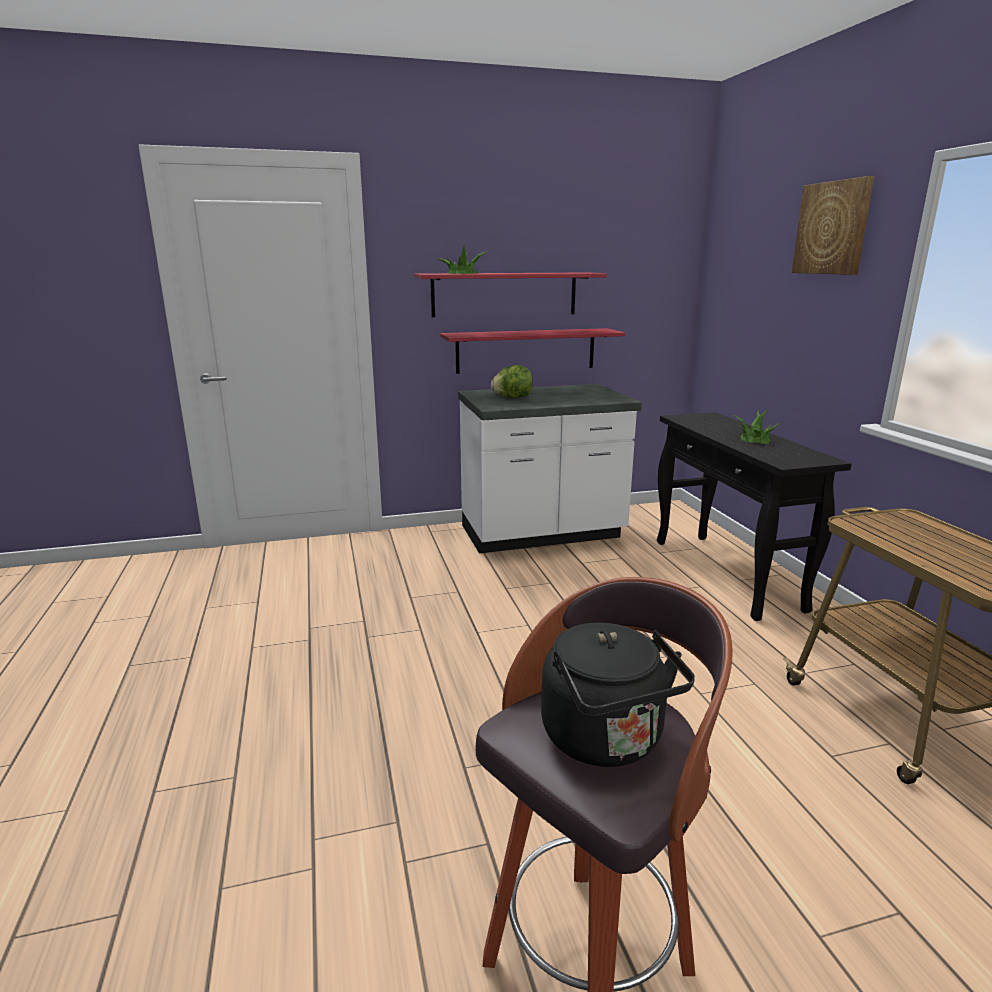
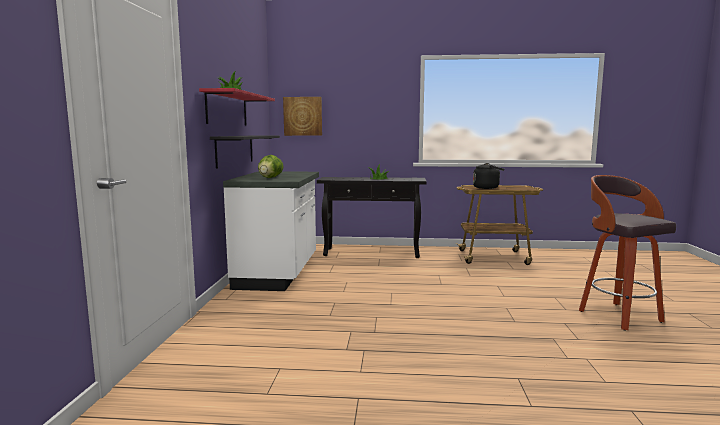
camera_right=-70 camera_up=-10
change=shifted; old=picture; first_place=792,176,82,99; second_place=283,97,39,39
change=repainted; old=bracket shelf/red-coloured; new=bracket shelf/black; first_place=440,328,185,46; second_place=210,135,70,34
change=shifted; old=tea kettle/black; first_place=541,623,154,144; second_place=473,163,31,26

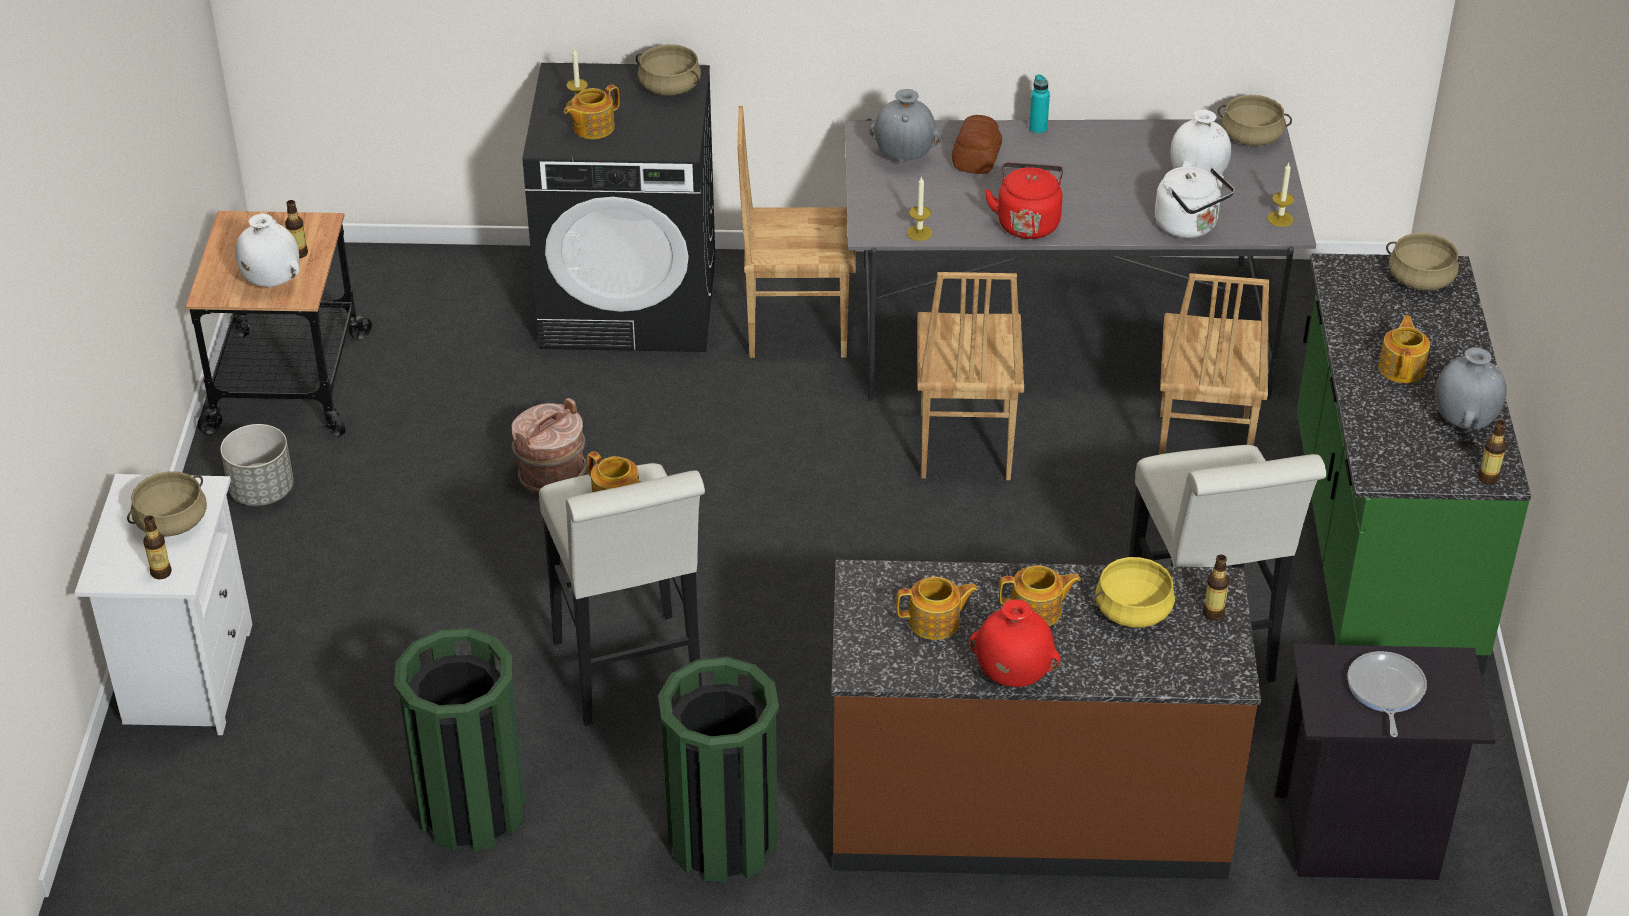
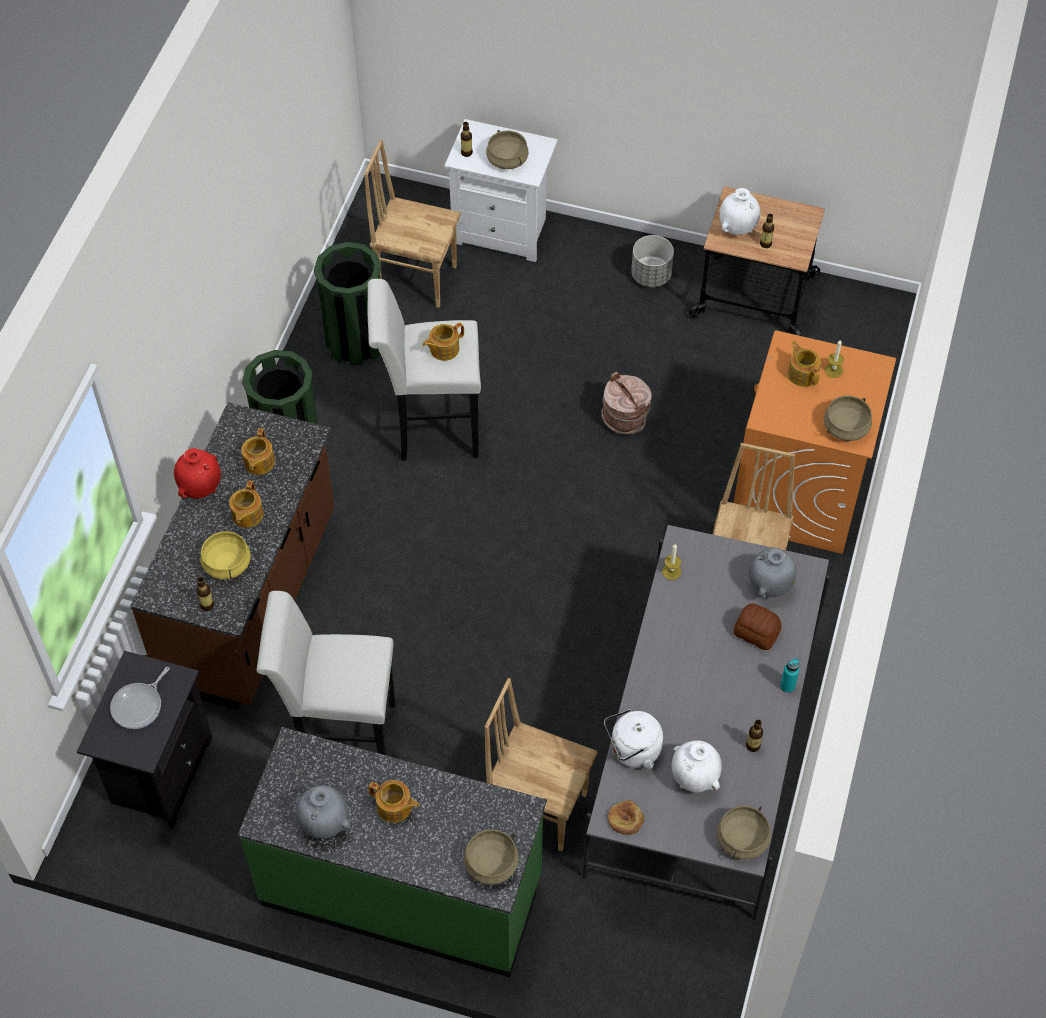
camera_right=105 camera_up=15
change=repainted; old=laundry appliance/black; new=laundry appliance/orange-coloured; first_place=522,63,193,289; second_place=734,330,162,224
change=gone; old=tea kettle/red-coloured; first_place=985,163,78,76
change=swapped; old=wax light; new=baked bread; first_place=1268,163,26,64; second_place=607,800,37,35
change=shifted; old=plain chair/brown; first_place=917,272,107,208; second_place=364,140,97,168
change=shifted; old=drink bottle; first_place=1478,420,28,65; second_place=746,720,17,32
change=rotated; old=pan; first_place=1347,651,80,86; second_place=110,667,60,62; degrees=105

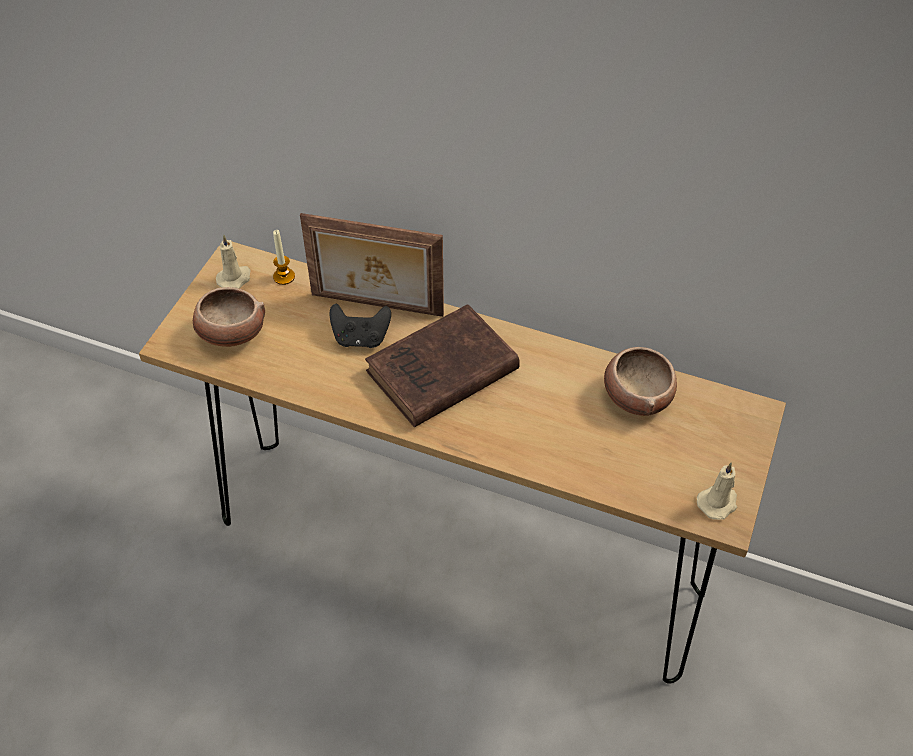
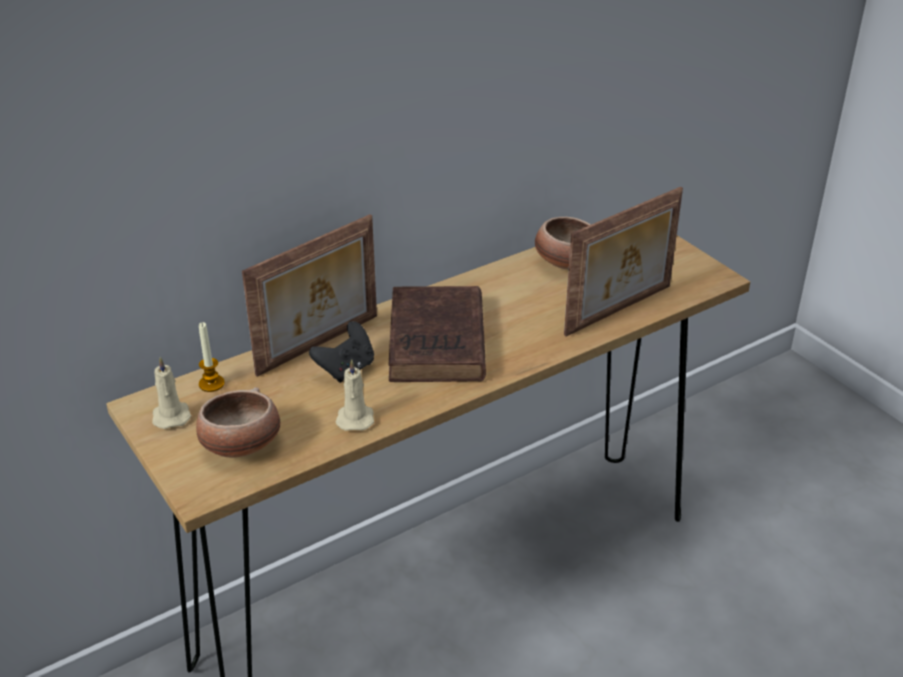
camera_right=-55 camera_up=-15
change=shifted; old=wax light/beige-coloured; first_place=697,463,40,57; second_place=336,359,38,72
change=new; new=photo frame; second_place=564,187,119,149

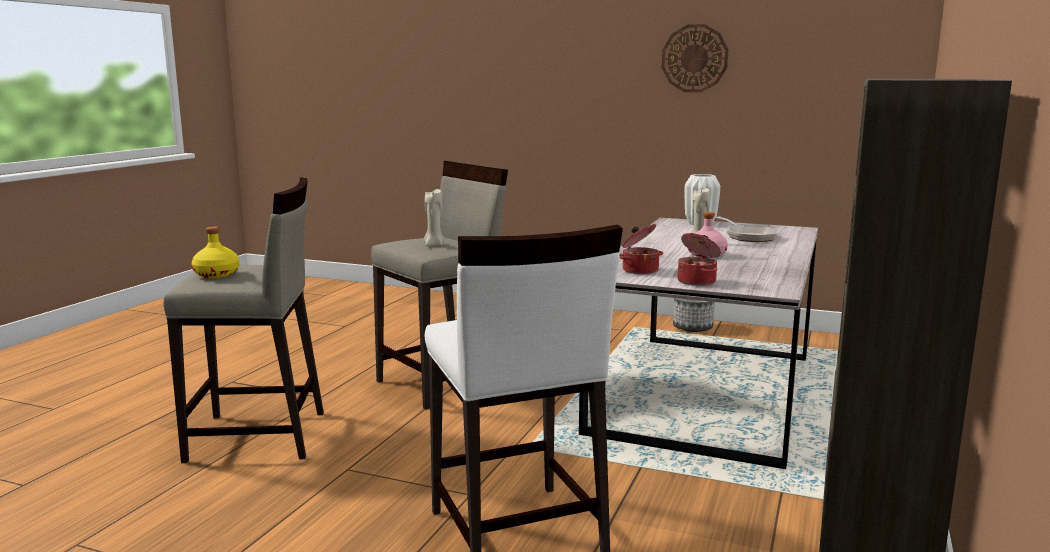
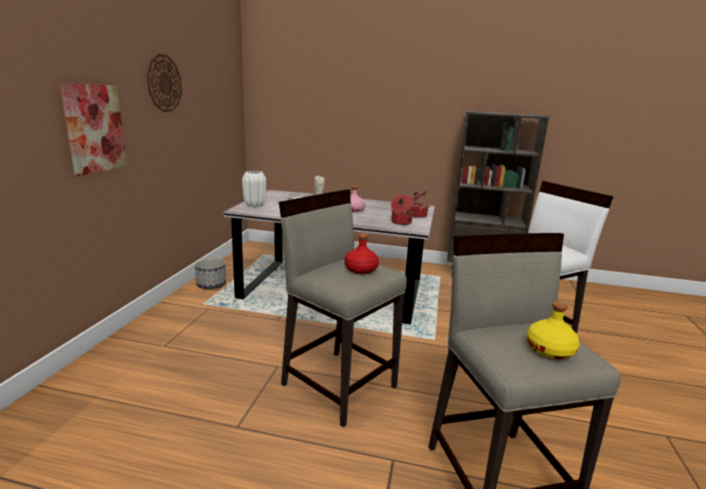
camera_right=-100 camera_up=5
change=swapped; old=wax light/beige-coloured; new=drink bottle/red-coloured; first_place=423,189,22,57; second_place=344,233,35,41
change=new; new=picture; second_place=60,83,67,93

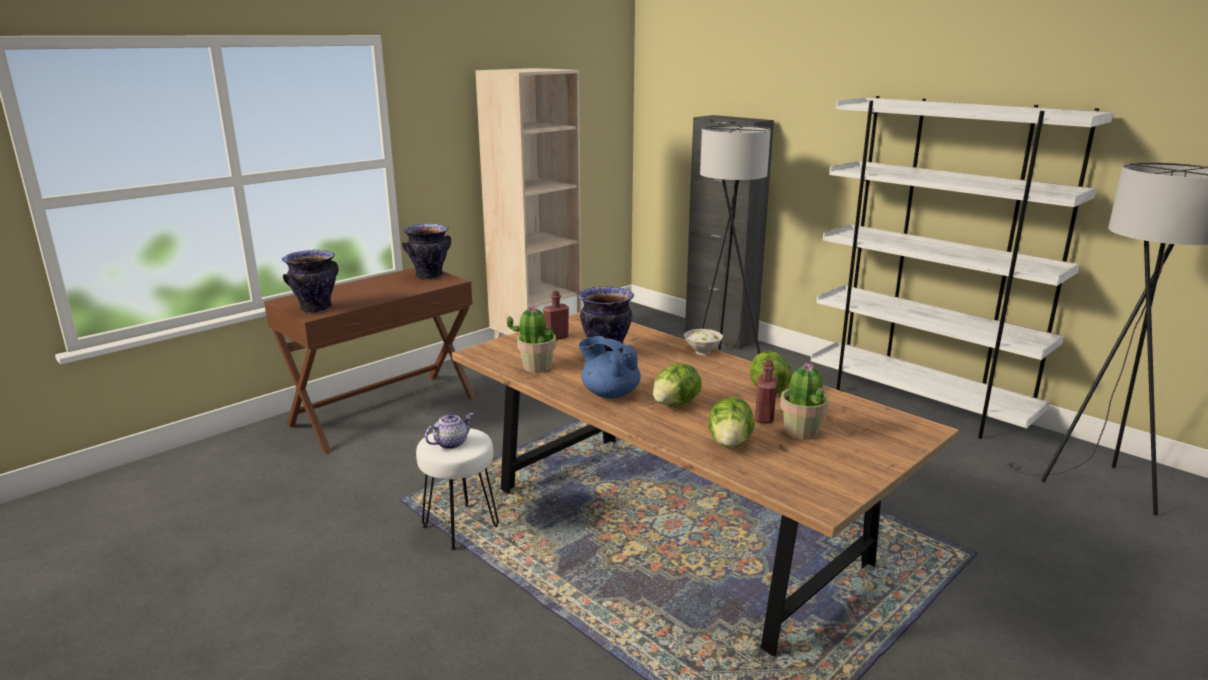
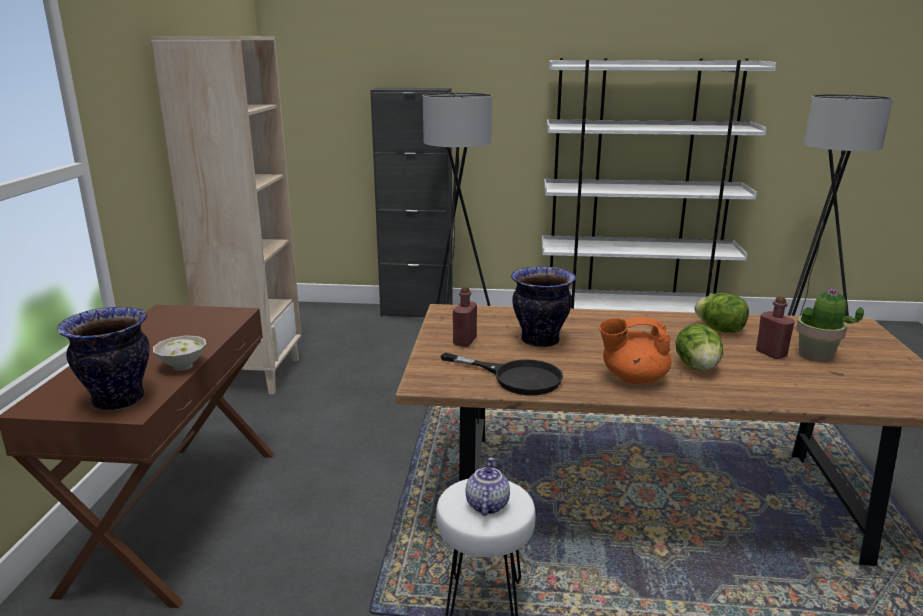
camera_right=-40 camera_up=0
change=gone; old=decorative vase; first_place=402,224,49,55
change=swapped; old=houseplant; new=pan/black; first_place=507,305,49,68; second_place=440,352,123,43
change=shifted; old=bowl/white; first_place=684,329,39,26; second_place=153,335,53,36
change=repainted; old=teapot/bluish; new=teapot/orange-coloured; first_place=579,336,62,63; second_place=599,317,72,67
change=gone; old=head of lettuce; first_place=708,397,47,50

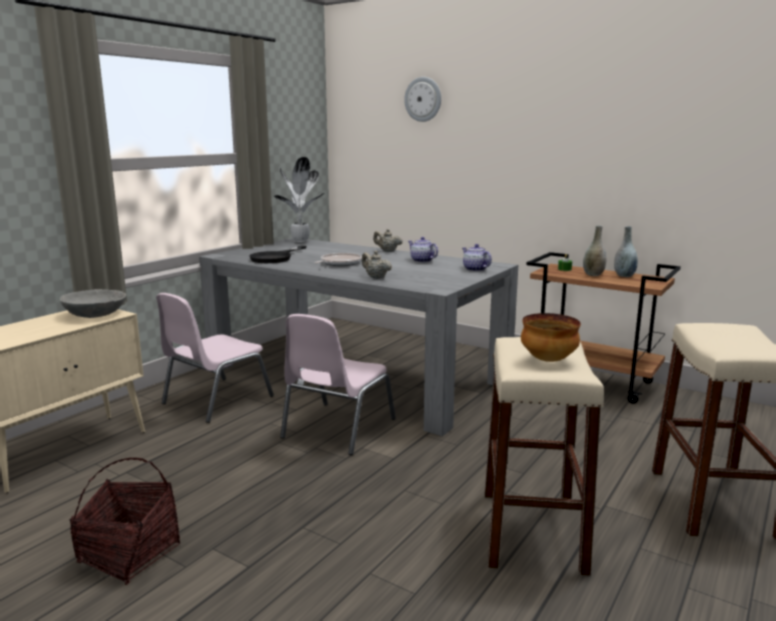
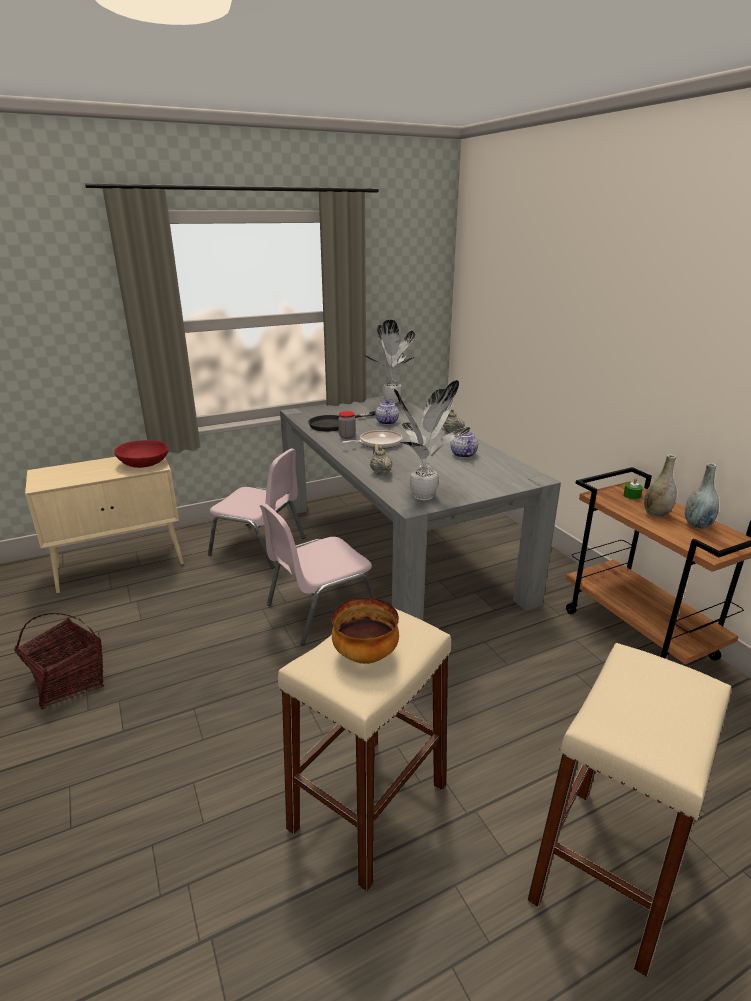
camera_right=30 camera_up=10
change=gone; old=wall clock; first_place=404,77,37,45
change=shifted; old=teapot; first_place=462,244,30,27; second_place=375,400,24,25
change=repainted; old=bowl/greyish; new=bowl/red-coloured; first_place=60,289,66,29; second_place=114,440,54,28
change=rotated; old=plain chair/pink; first_place=156,293,118,130; second_place=208,449,97,120; degrees=-135
change=new; new=houseplant; second_place=394,380,76,120
change=new; new=preserve jar; second_place=338,411,18,28

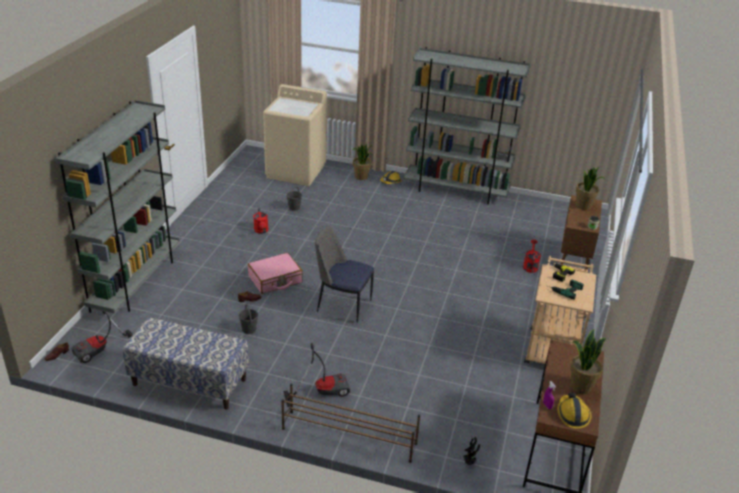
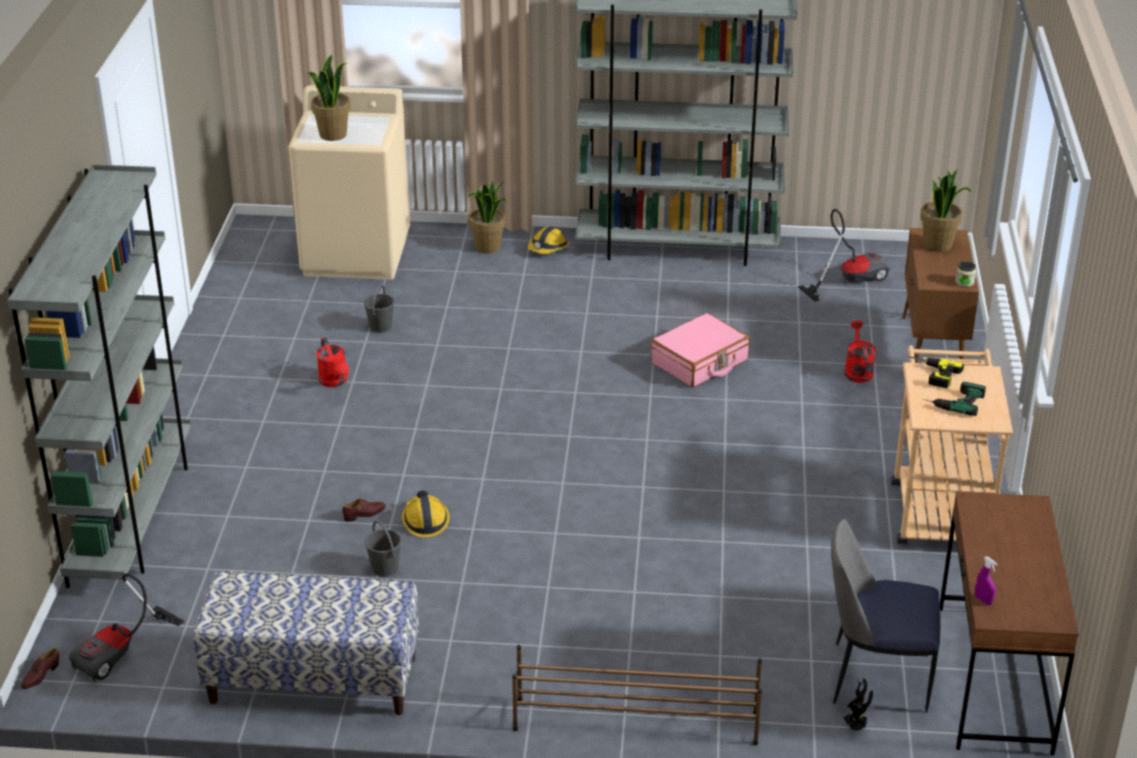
camera_right=-10 camera_up=0
change=shifted; old=plain chair; first_place=315,226,59,97; second_place=831,519,109,194
change=shifted; old=piece of luggage/pink; first_place=247,253,56,41; second_place=651,313,99,74
change=shifted; old=houseplant; first_place=570,329,36,65; second_place=307,55,44,86
change=shifted; old=vacuum; first_place=283,343,67,64; second_place=798,209,92,93
change=shifted; old=work helmet; first_place=557,392,35,37; second_place=402,490,48,47

